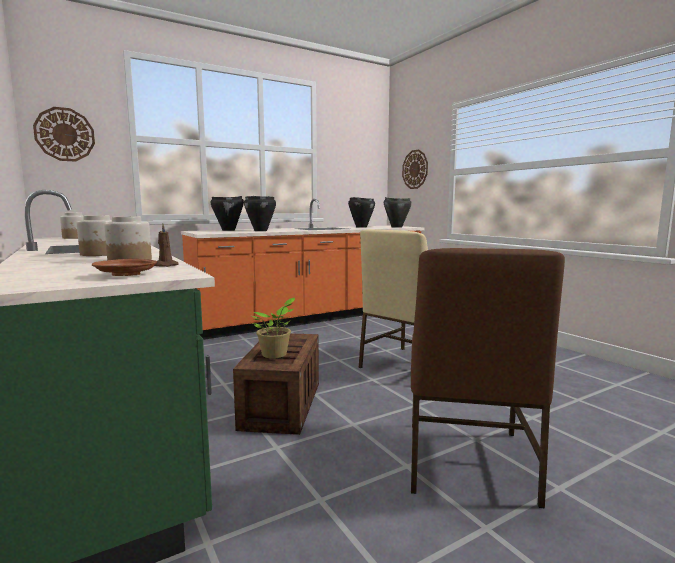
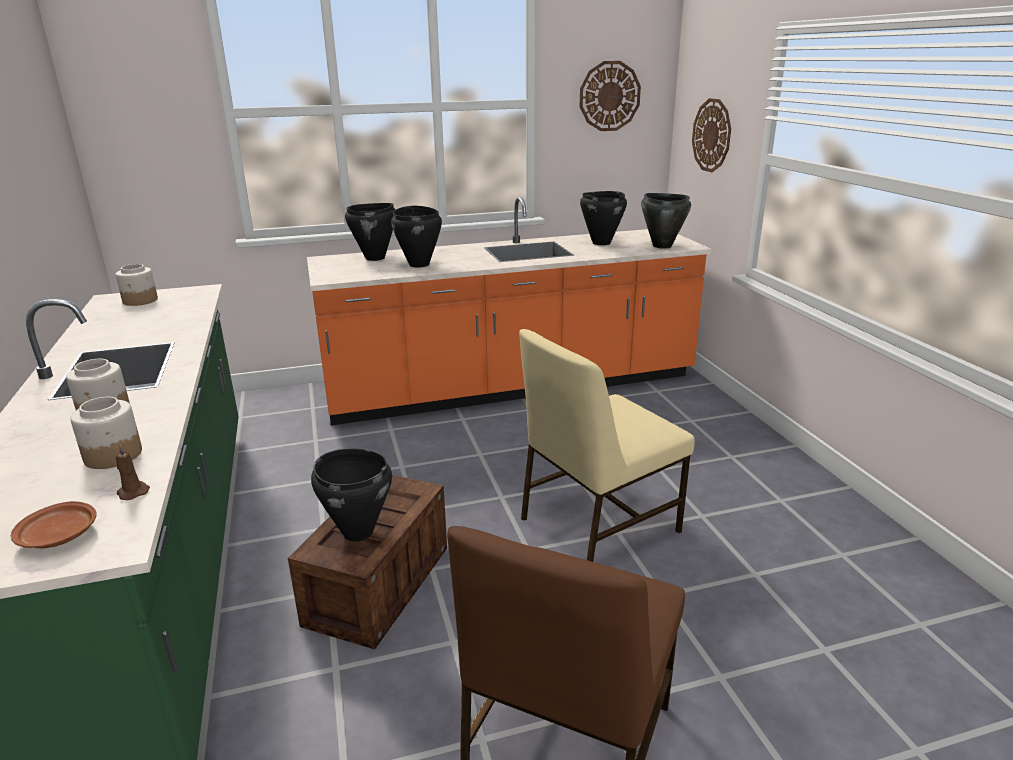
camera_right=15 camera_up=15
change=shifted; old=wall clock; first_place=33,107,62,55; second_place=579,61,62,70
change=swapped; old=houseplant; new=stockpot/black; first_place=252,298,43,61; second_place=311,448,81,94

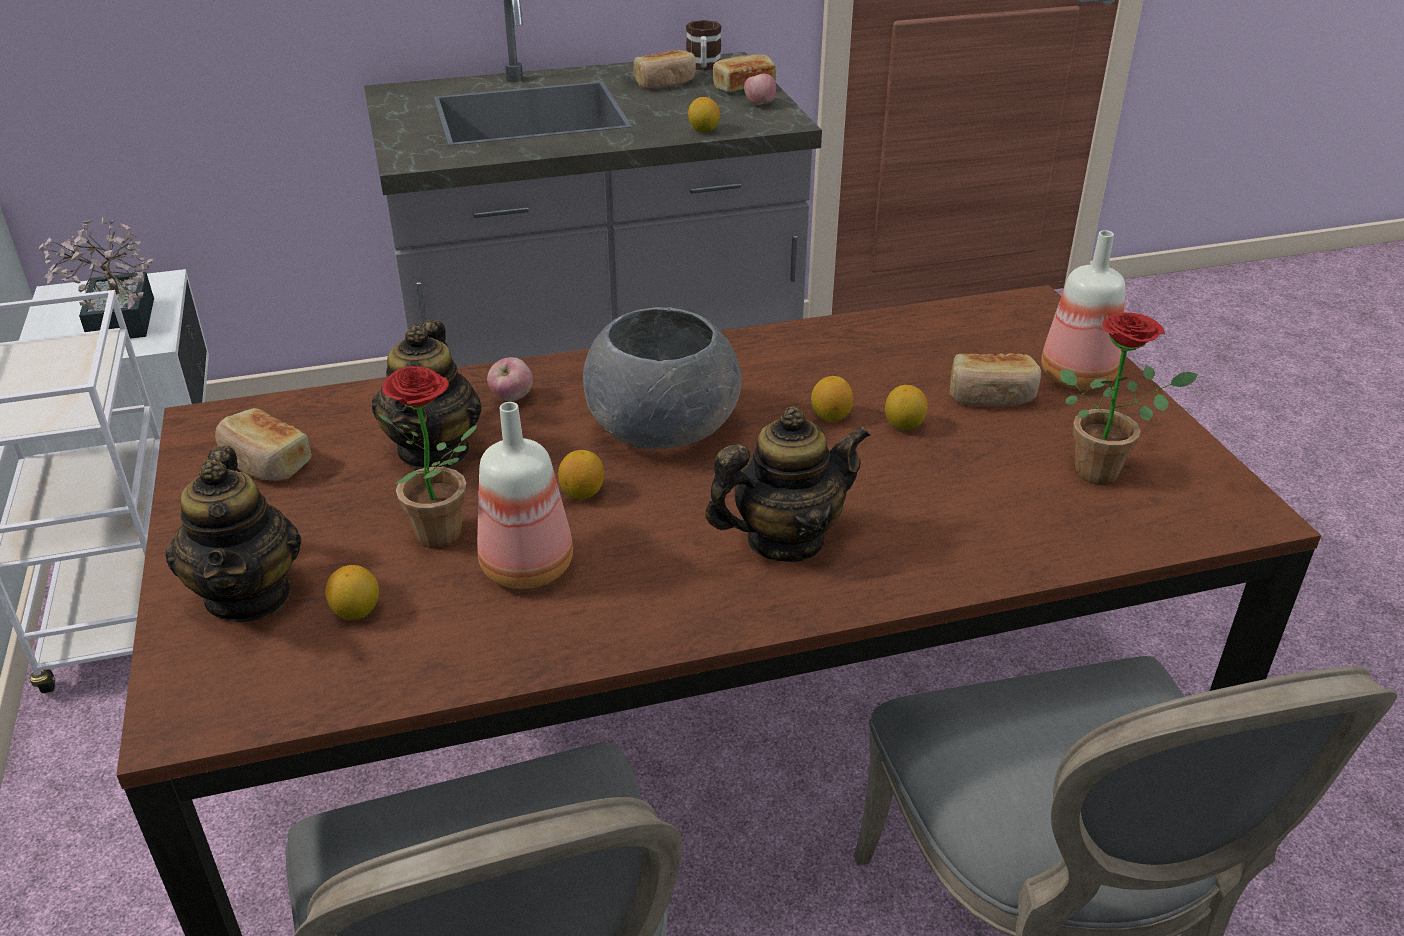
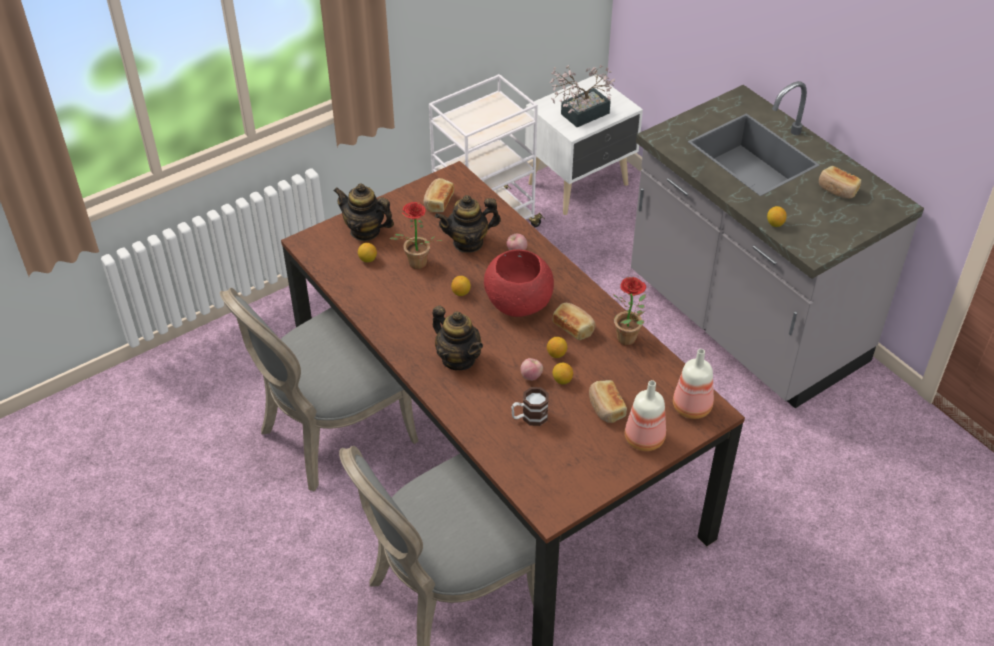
camera_right=70 camera_up=10
change=shifted; old=coffee mug; first_place=686,20,36,51; second_place=511,387,38,39
change=shifted; old=baked bread; first_place=713,54,63,38; second_place=553,303,43,37
change=shifted; old=apple fruit; first_place=744,73,32,32; second_place=520,358,23,23
change=repainted; old=bowl/greyish; new=bowl/red-coloured; first_place=583,307,159,142; second_place=484,249,70,68
change=shifted; old=houseplant; first_place=1060,313,138,172; second_place=613,277,33,69
change=shifted; old=drink bottle; first_place=477,402,96,187; second_place=673,349,41,70
change=rotated; old=teapot; first_place=165,446,136,176; second_place=334,183,60,58; degrees=60

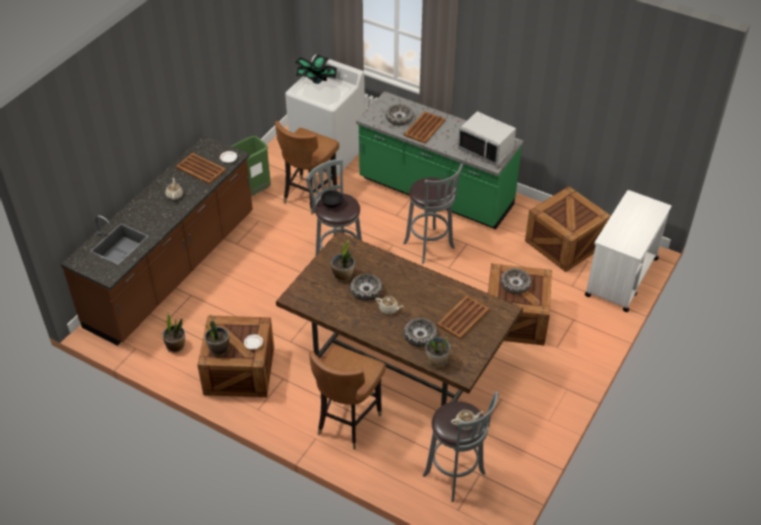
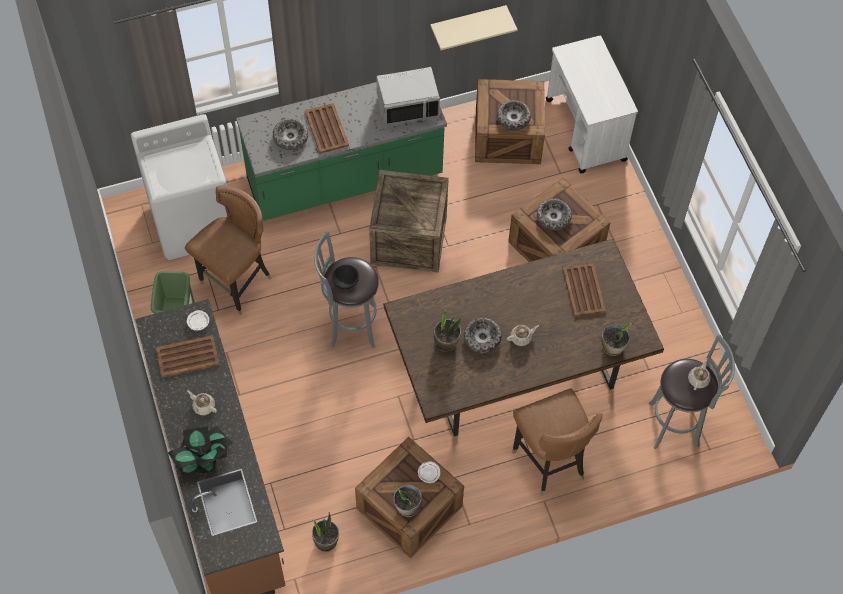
camera_right=-50 camera_up=15
change=shifted; old=houseplant; first_place=295,54,42,30; second_place=168,426,65,54
change=rotated; old=plain chair/brown; first_place=275,121,64,93; second_place=185,186,87,130; degrees=-120
change=swapped; old=stool seat/greyish; new=shipping crate; first_place=403,163,60,101; second_place=369,170,80,102
change=shifted; old=bowl; first_place=403,318,34,29; second_place=497,100,34,30
change=new; new=bracket shelf/beige-coloured; second_place=430,5,88,45

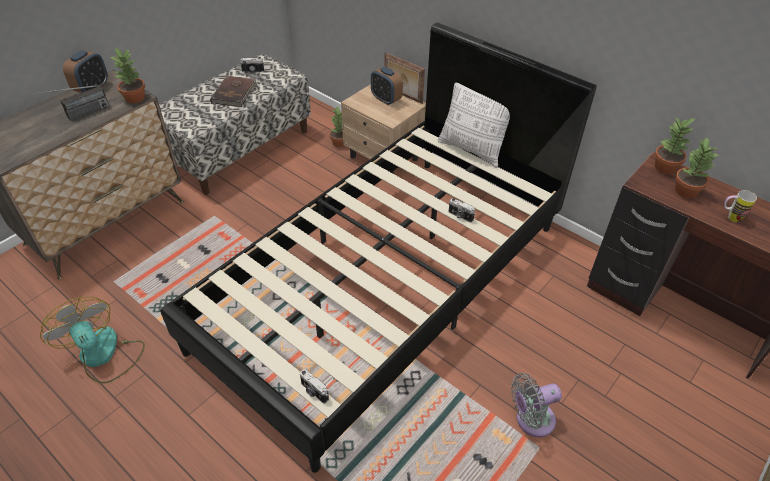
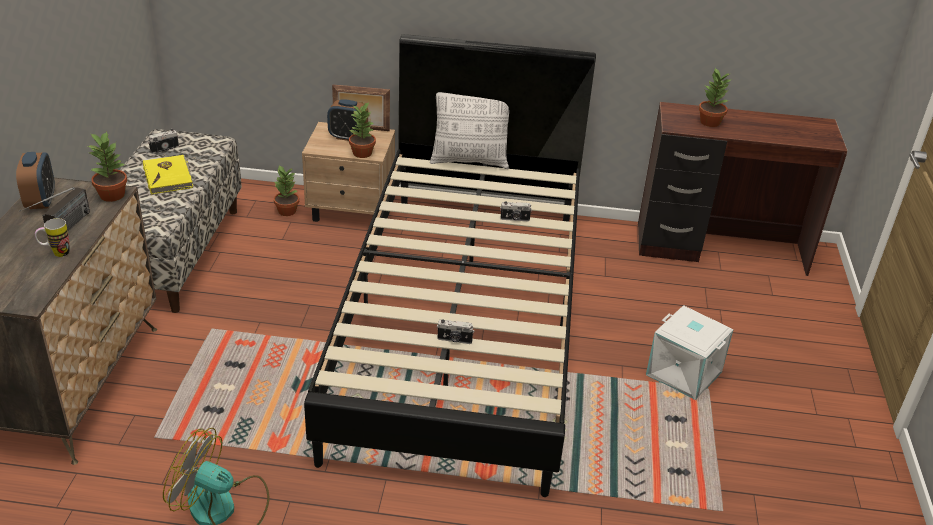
camera_right=-35 camera_up=-10
change=repainted; old=bound book/brown; new=bound book/yellow; first_place=210,76,48,31; second_place=143,155,50,40
change=shifted; old=houseplant; first_place=655,117,39,57; second_place=348,103,28,55
change=shifted; old=coffee mug; first_place=724,190,33,32; second_place=35,218,35,39
change=shifted; old=still camera; first_place=300,369,29,34; second_place=437,319,37,25
change=swapped; old=electric fan/greyish; new=storage container/white; first_place=511,373,51,64; second_place=646,306,87,94

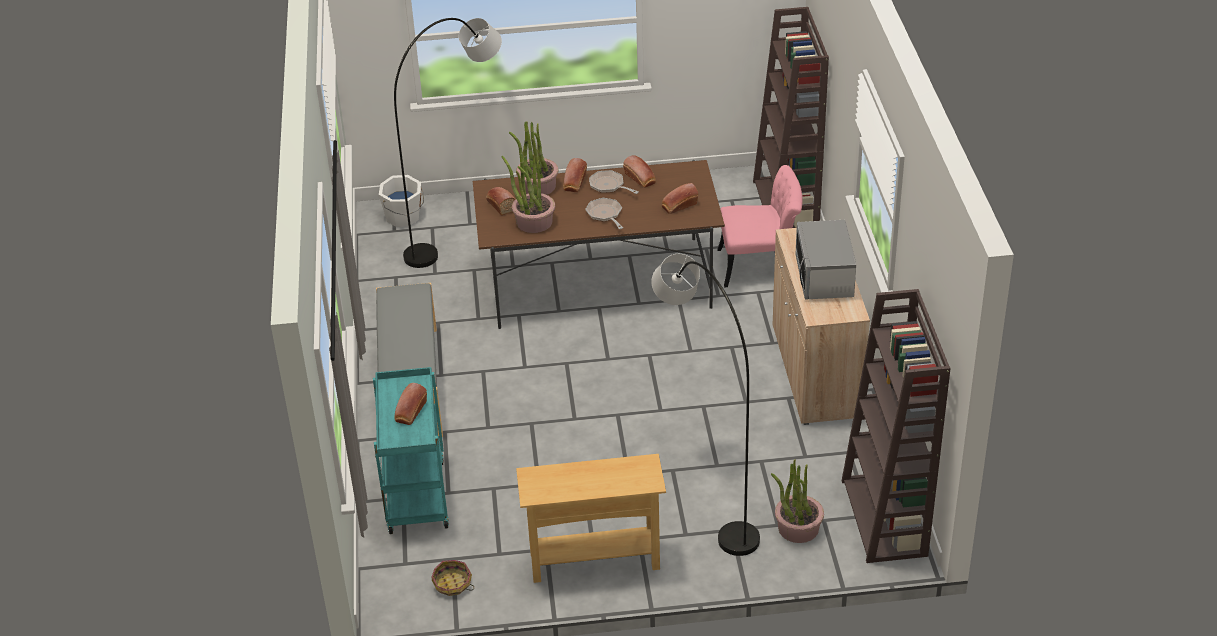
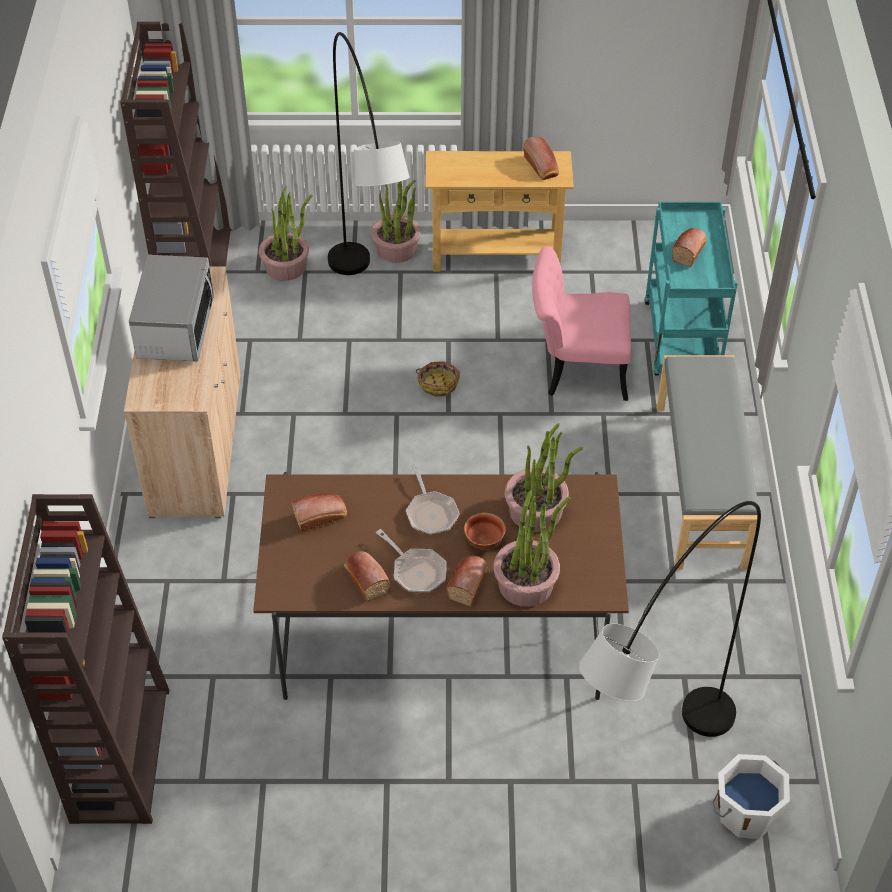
camera_right=-175 camera_up=10
change=shifted; old=plain chair/pink; first_place=717,165,86,123; second_place=532,246,99,155
change=shifted; old=baked bread; first_place=486,187,29,28; second_place=523,136,36,44
change=shifted; old=household basket; first_place=431,560,43,36; second_place=416,361,44,36
change=new; new=houseplant; second_place=371,179,50,84
change=new; new=bowl; second_place=464,513,42,37

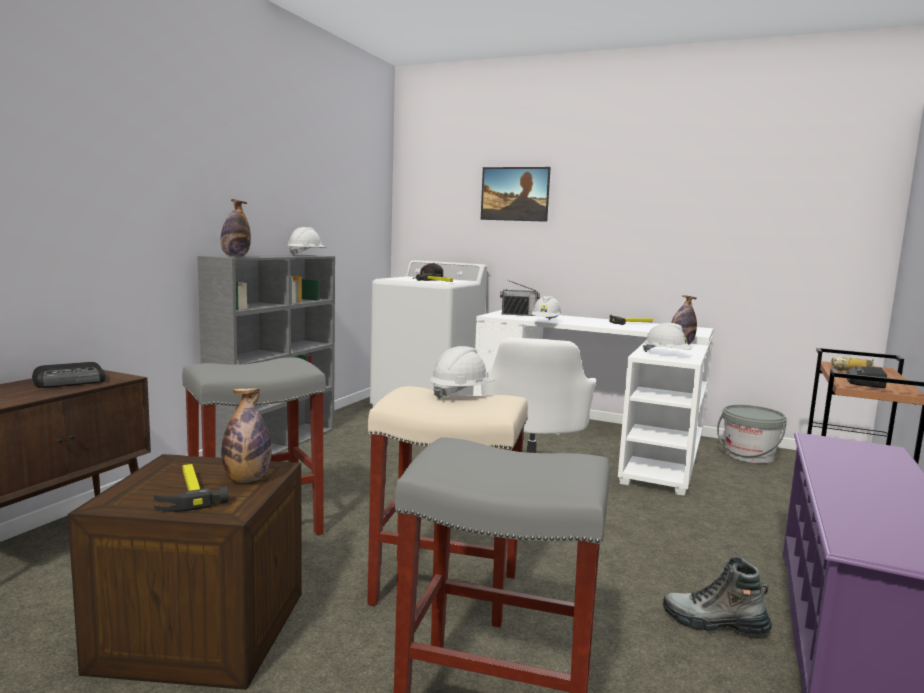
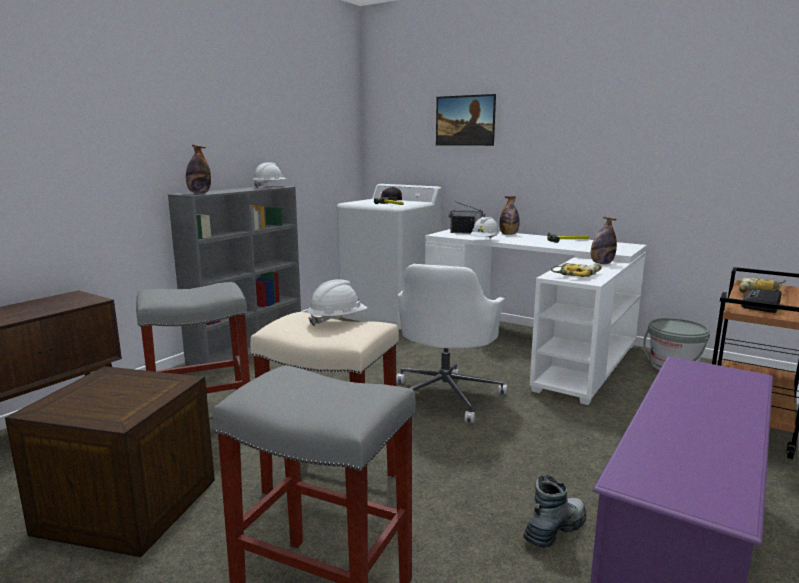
camera_right=10 camera_up=5
change=swapped; old=work helmet/white; new=drill; first_place=643,323,50,29; second_place=551,263,51,14
change=gone; old=radio; first_place=32,362,74,26
change=shifted; old=drink bottle; first_place=221,388,51,95; second_place=499,196,21,39
change=gone; old=hand hammer; first_place=154,464,74,48
change=rotated; old=tall boot; first_place=663,556,109,79; second_place=523,474,63,74; degrees=105

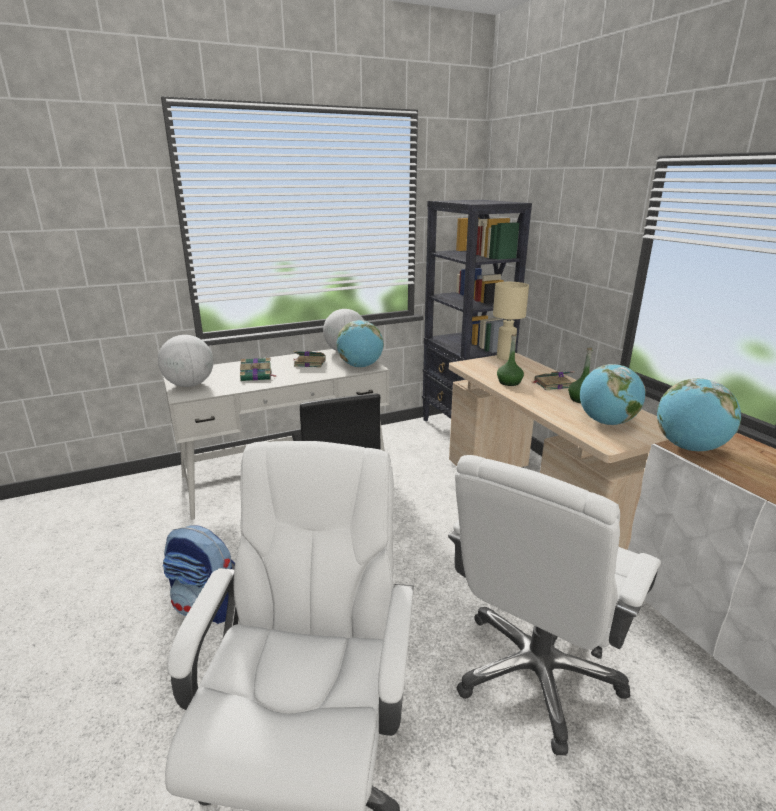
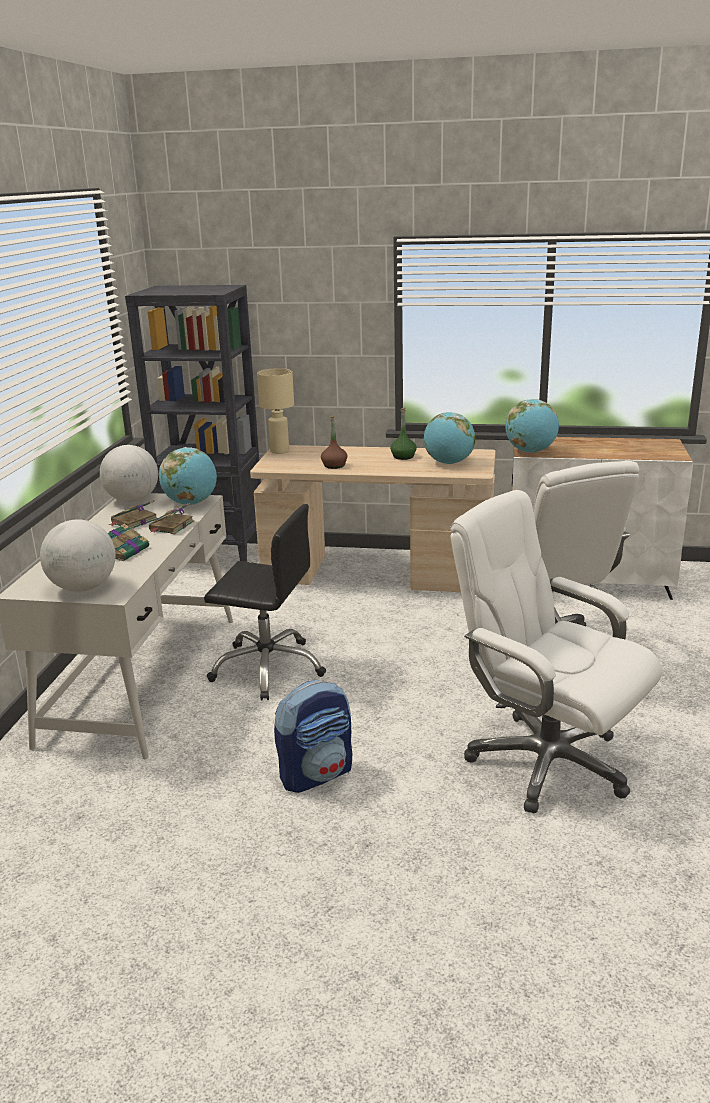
camera_right=-55 camera_up=0
change=repainted; old=drink bottle/green; new=drink bottle/brown; first_place=497,334,27,52; second_place=321,416,26,53
change=shifted; old=bound book; first_place=533,371,42,19; second_place=149,503,45,31

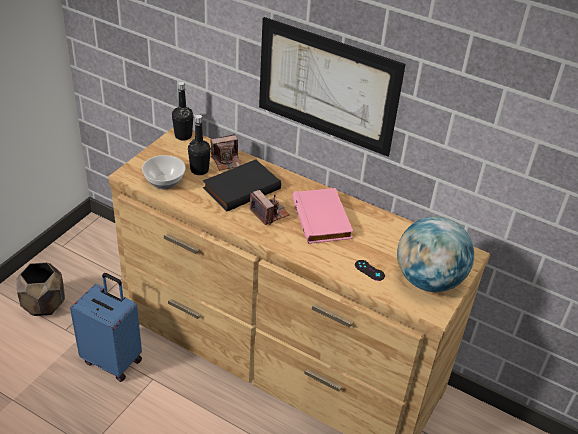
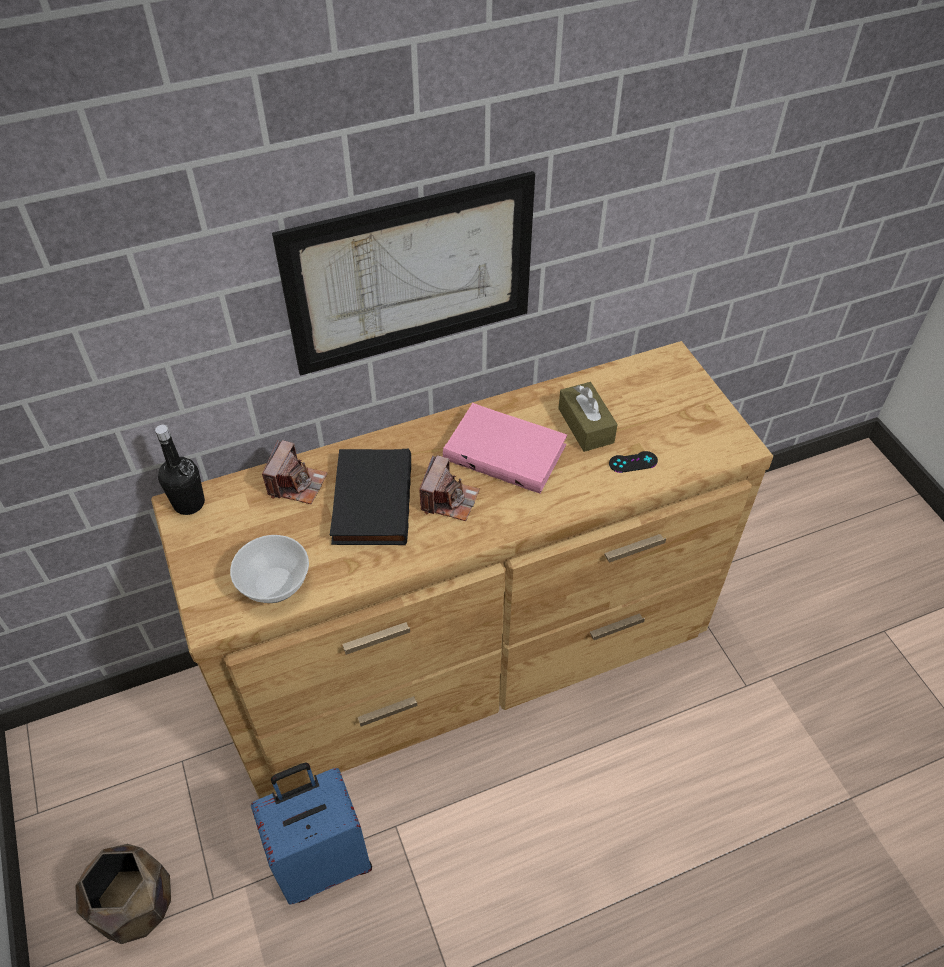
camera_right=-50 camera_up=10
change=gone; old=drink bottle/black; first_place=188,115,23,60
change=rotated; old=still camera; first_place=250,190,40,35; second_place=419,455,61,66; degrees=105
change=gone; old=desk globe; first_place=397,216,77,76
change=new; new=tissue box/brown; second_place=558,382,60,70

